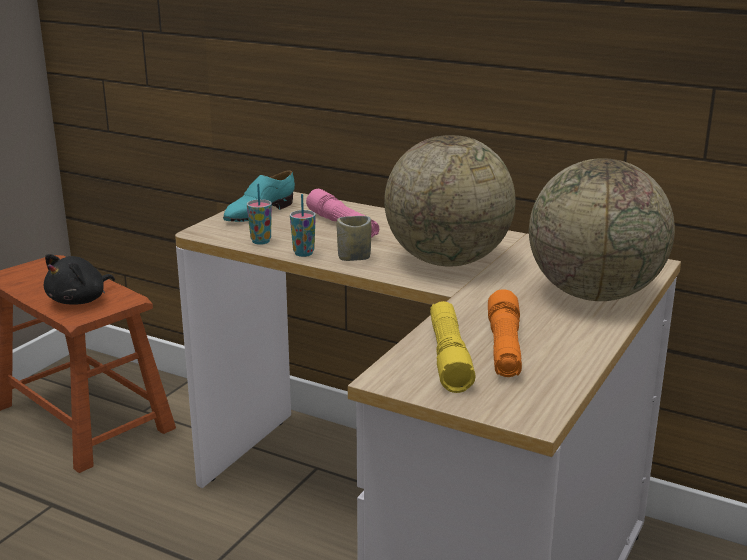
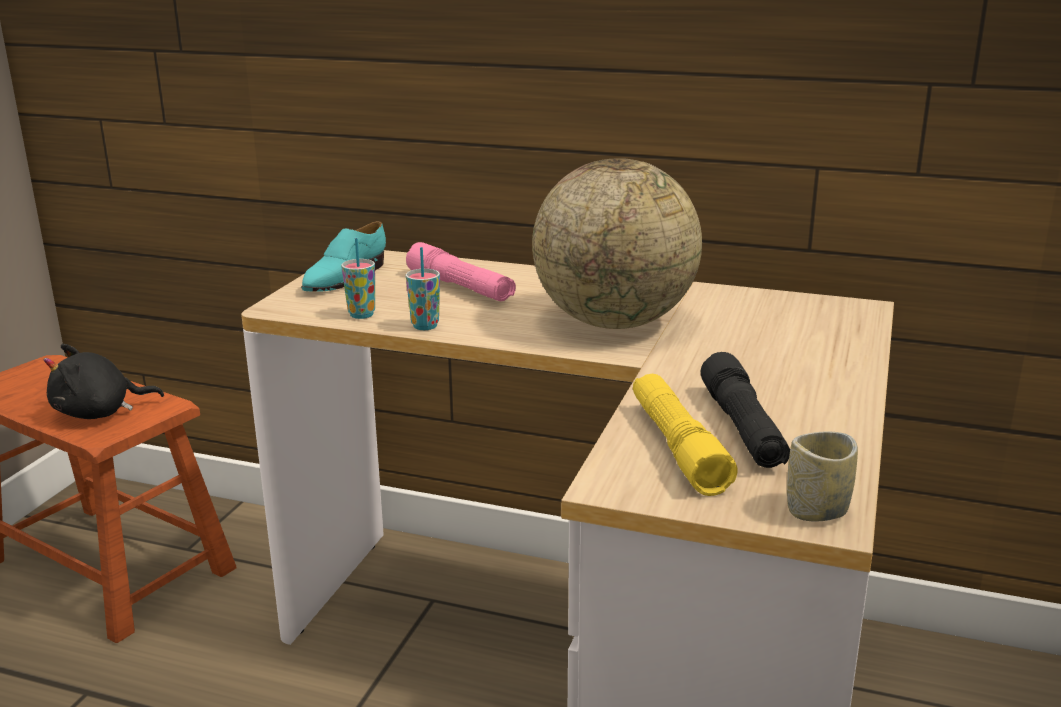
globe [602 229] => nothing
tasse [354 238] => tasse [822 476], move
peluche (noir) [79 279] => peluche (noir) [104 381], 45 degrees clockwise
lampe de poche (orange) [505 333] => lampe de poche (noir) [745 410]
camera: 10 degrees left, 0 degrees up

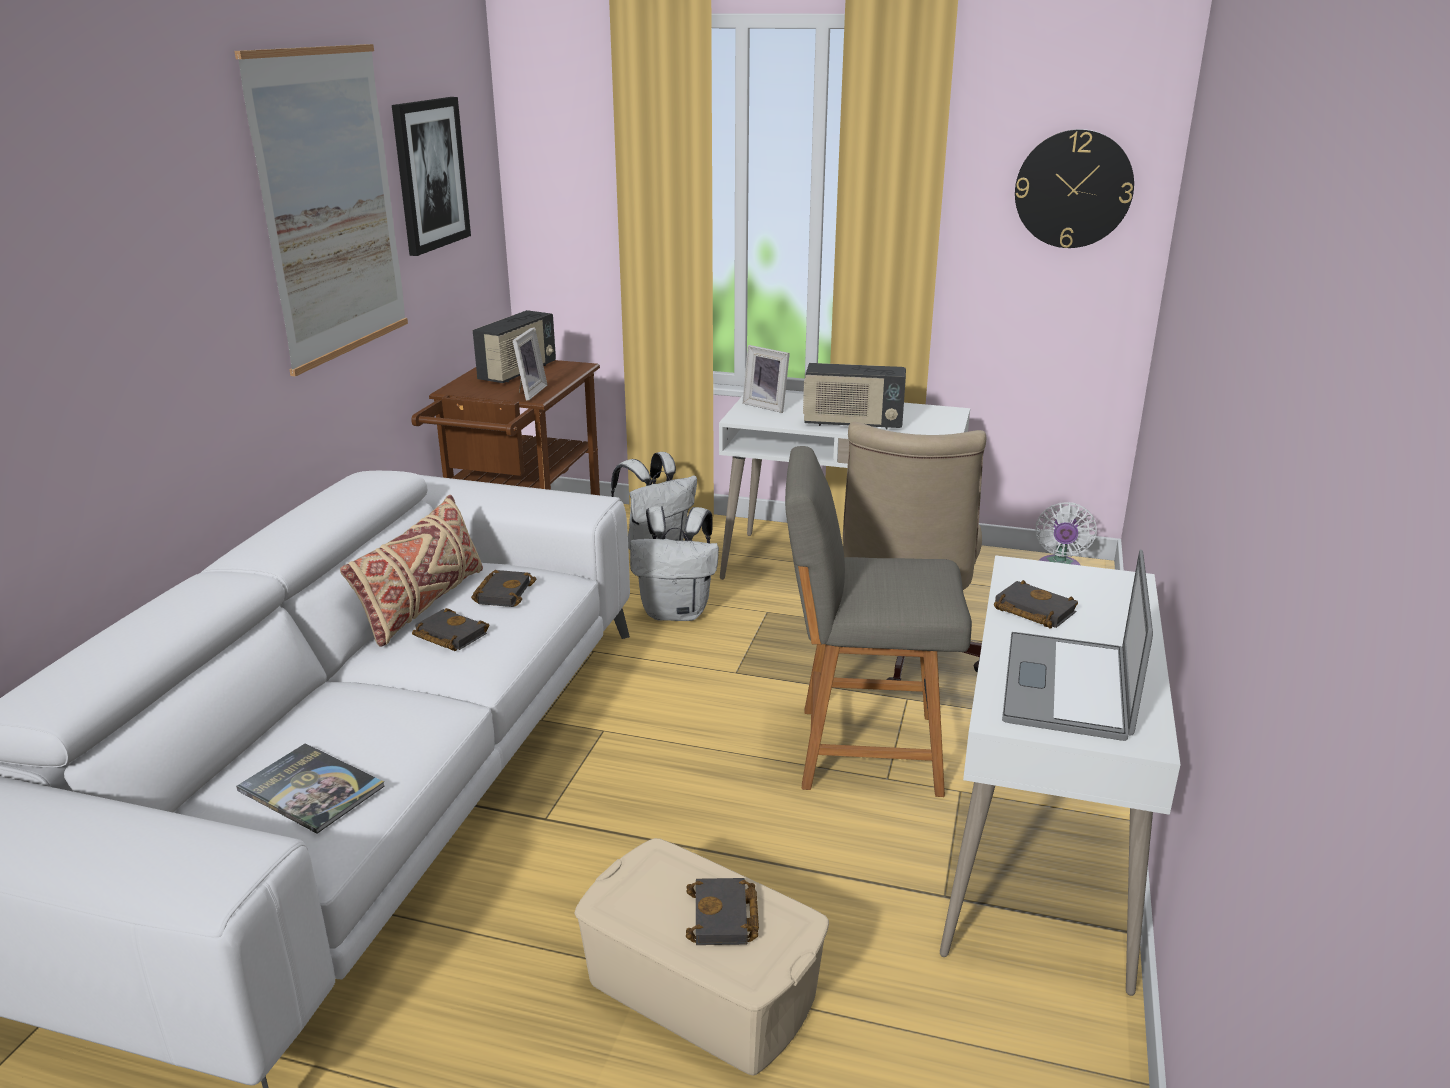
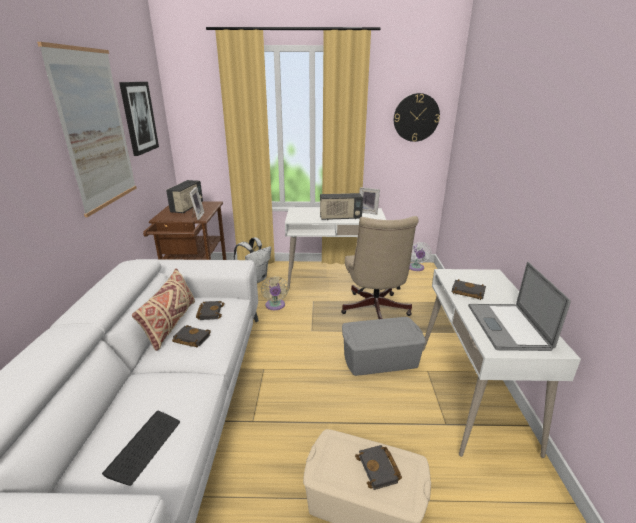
cadre photo [766 379] => cadre photo [369 201], move
chaise (gris) [878 621] => boîte de rangement (gris) [384 346]
sac à dos (blanc) [674 563] => ventilateur (beige) [275 293]
livre [310 788] => clavier [141 448]
camera: 15 degrees left, 0 degrees up

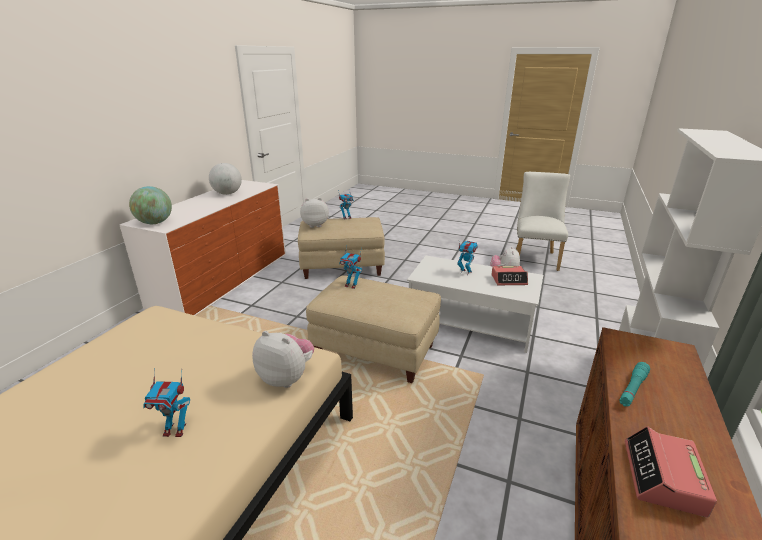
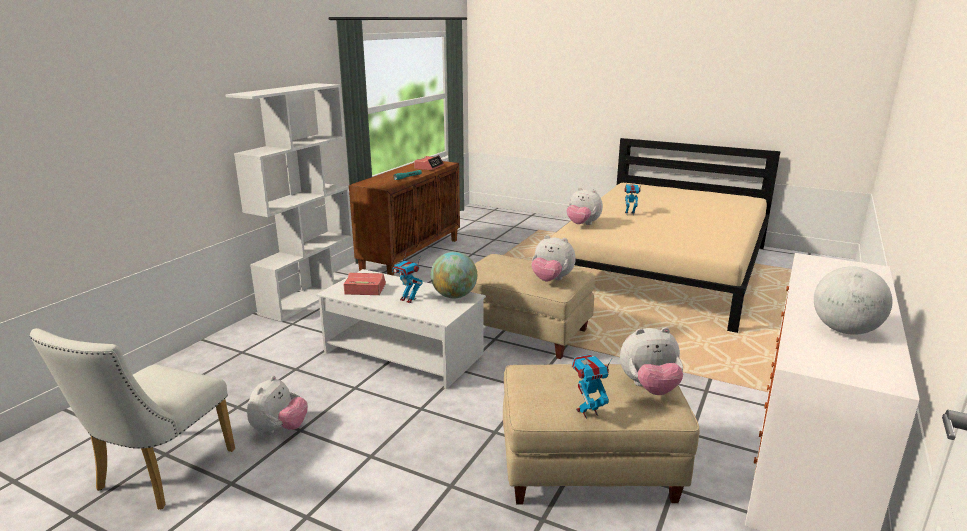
globe [150 205] => globe [454 275], move
robot jouet [350 267] => peluche [553 258]
camera: 175 degrees left, 5 degrees down

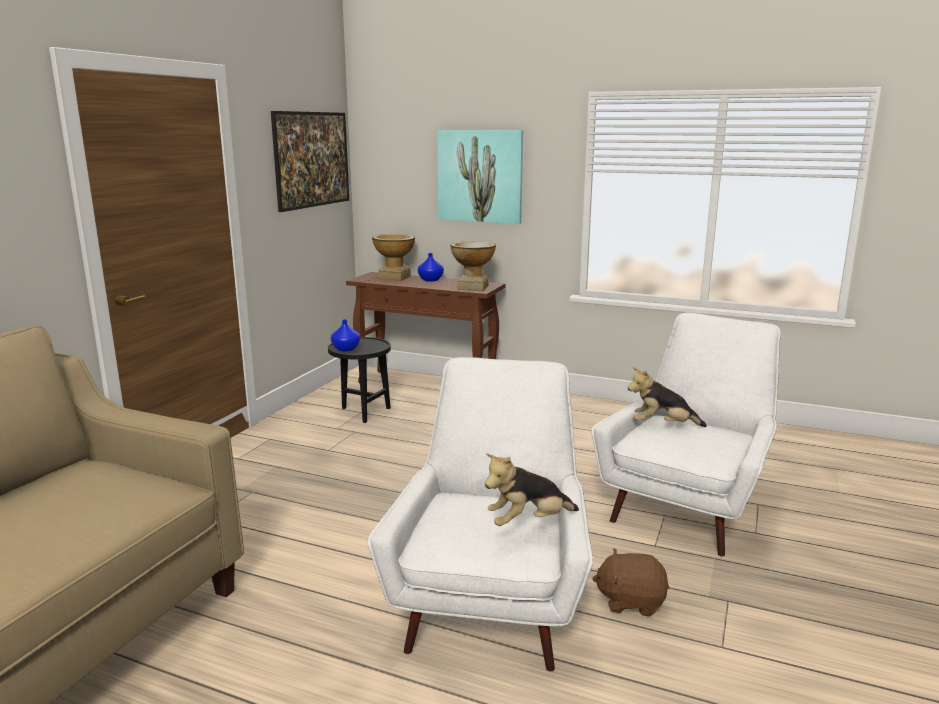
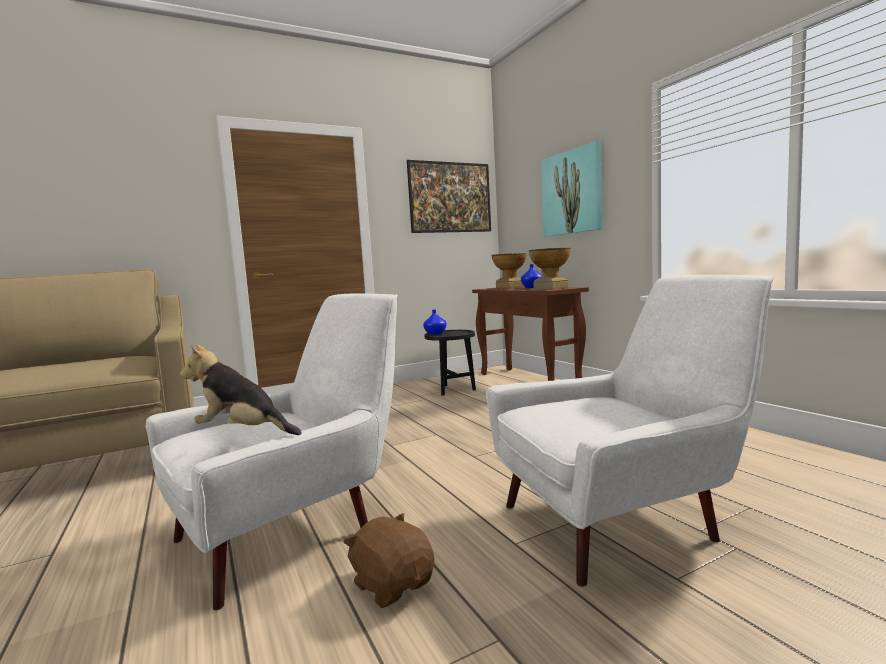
peluche [667 397] => nothing
camera: 40 degrees right, 10 degrees down

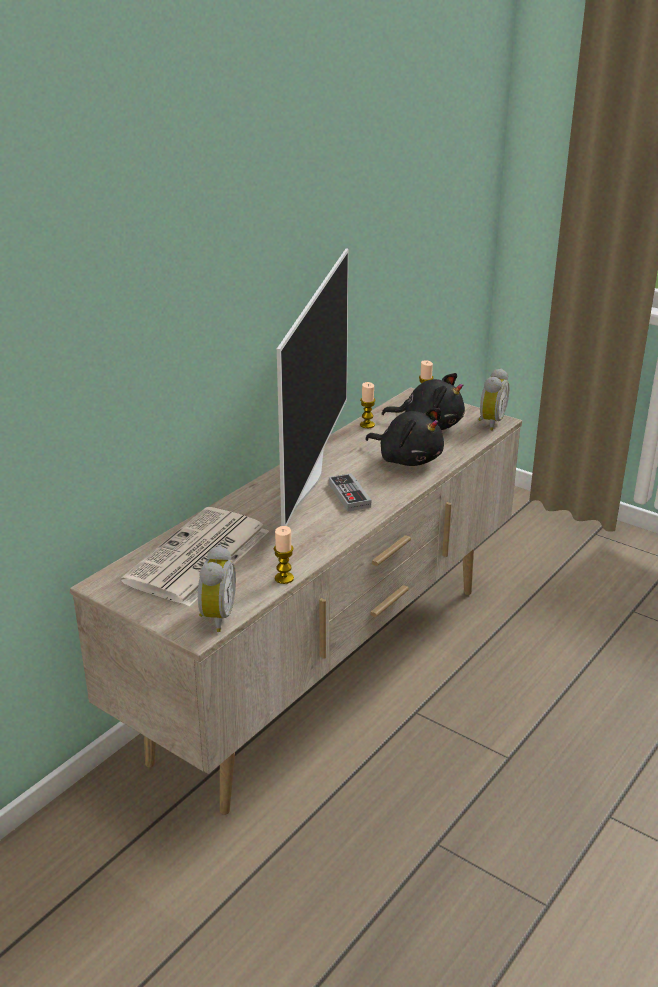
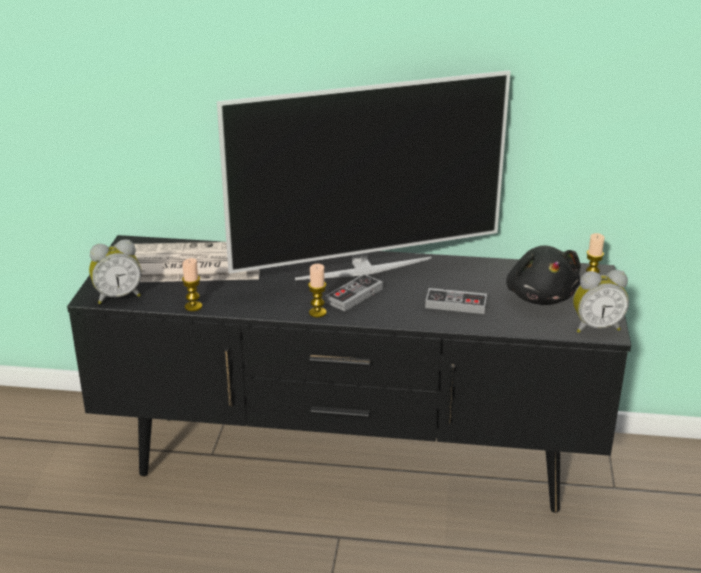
bougie [368 405] => bougie [317 291], move
meuble télé (beige) [296 601] => meuble télé (noir) [349 374]
peluche (noir) [404 437] => manette [456 301]
camera: 60 degrees right, 0 degrees up

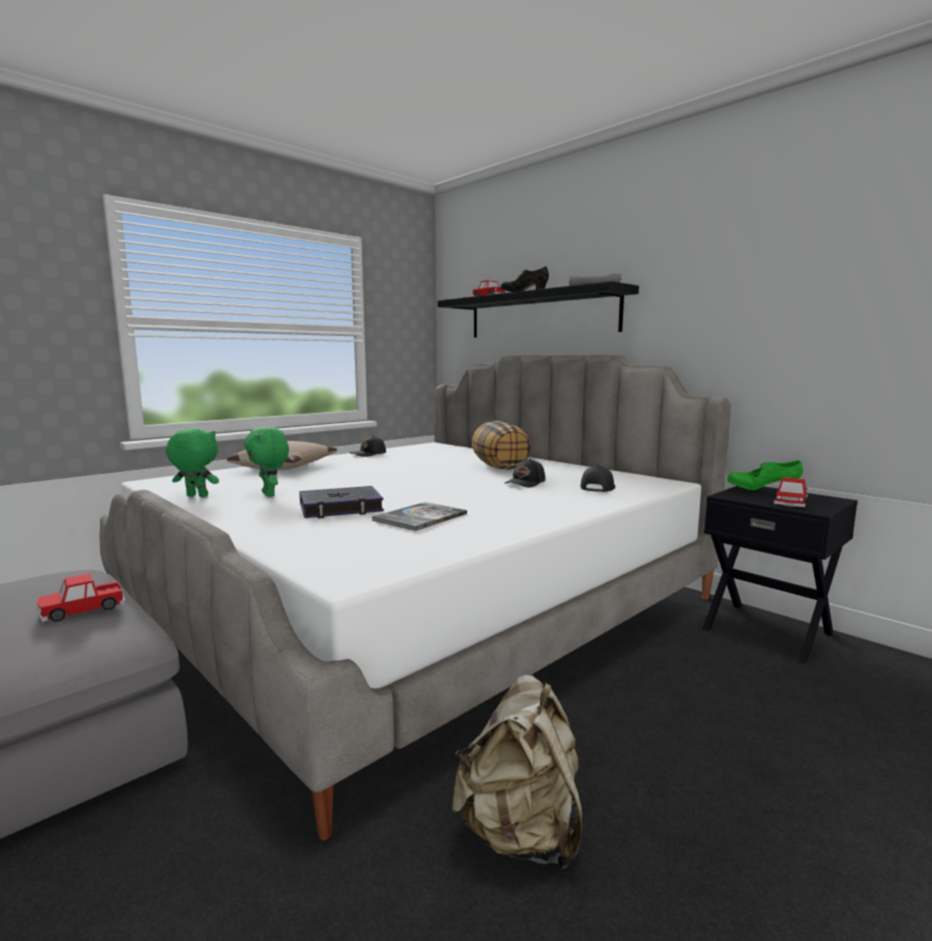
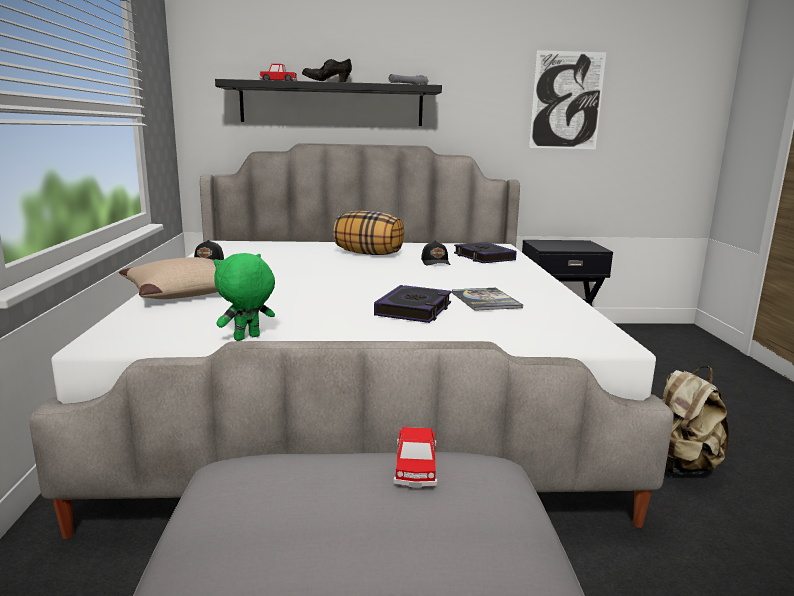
peluche (vert) [266 462] => nothing
chaussure (vert) [765 475] => nothing
casquette (noir) [598 478] => livre [485 252]
petite voiture [791 492] => nothing
nothing => tableau [567 99]
camera: 50 degrees left, 5 degrees up

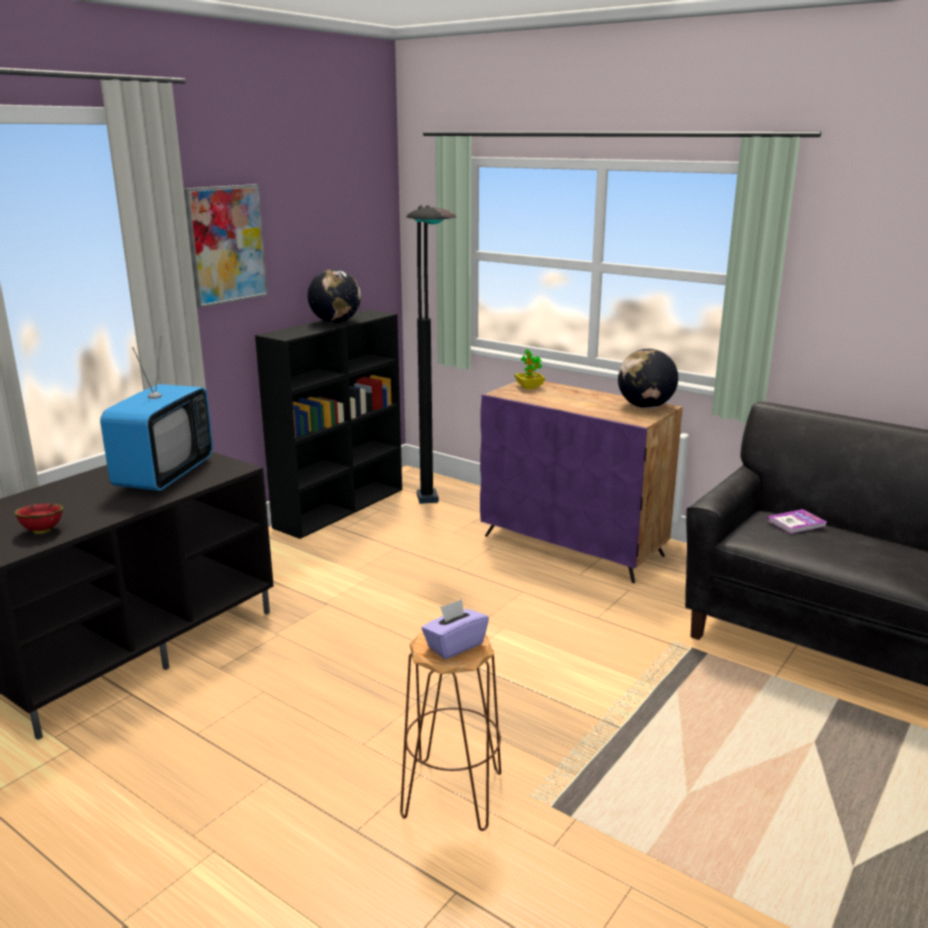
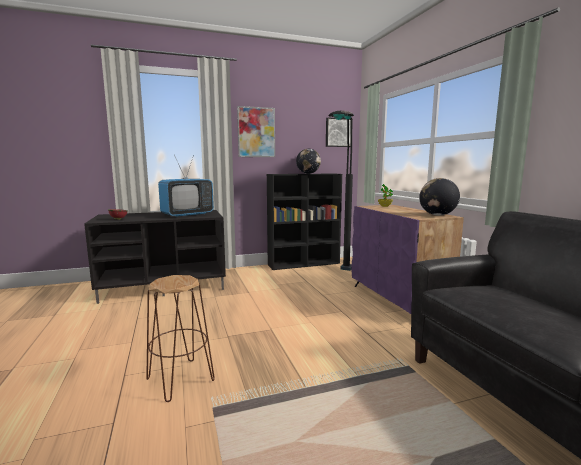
livre [797 521] => nothing
boîte à mouchoirs (violet) [455 629] => nothing
nothing => tableau [339 132]
camera: 35 degrees right, 10 degrees down

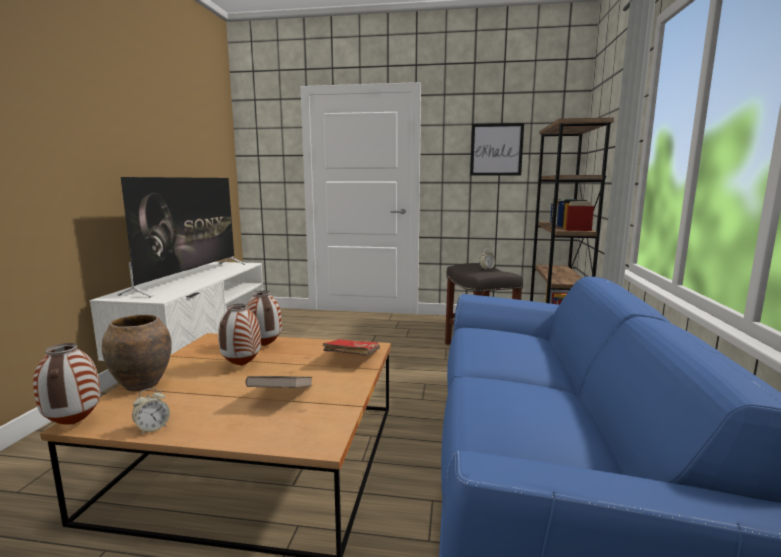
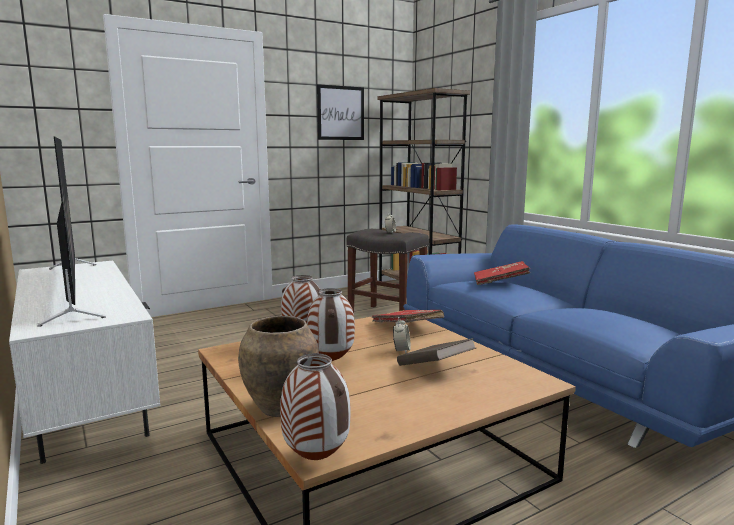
réveil [151 411] => réveil [402 335], move
nothing => livre (rouge) [502 273]
camera: 40 degrees left, 0 degrees up

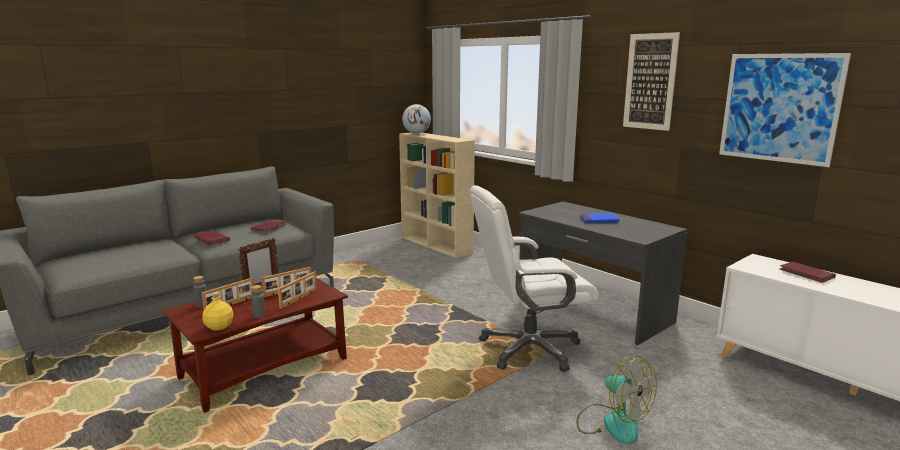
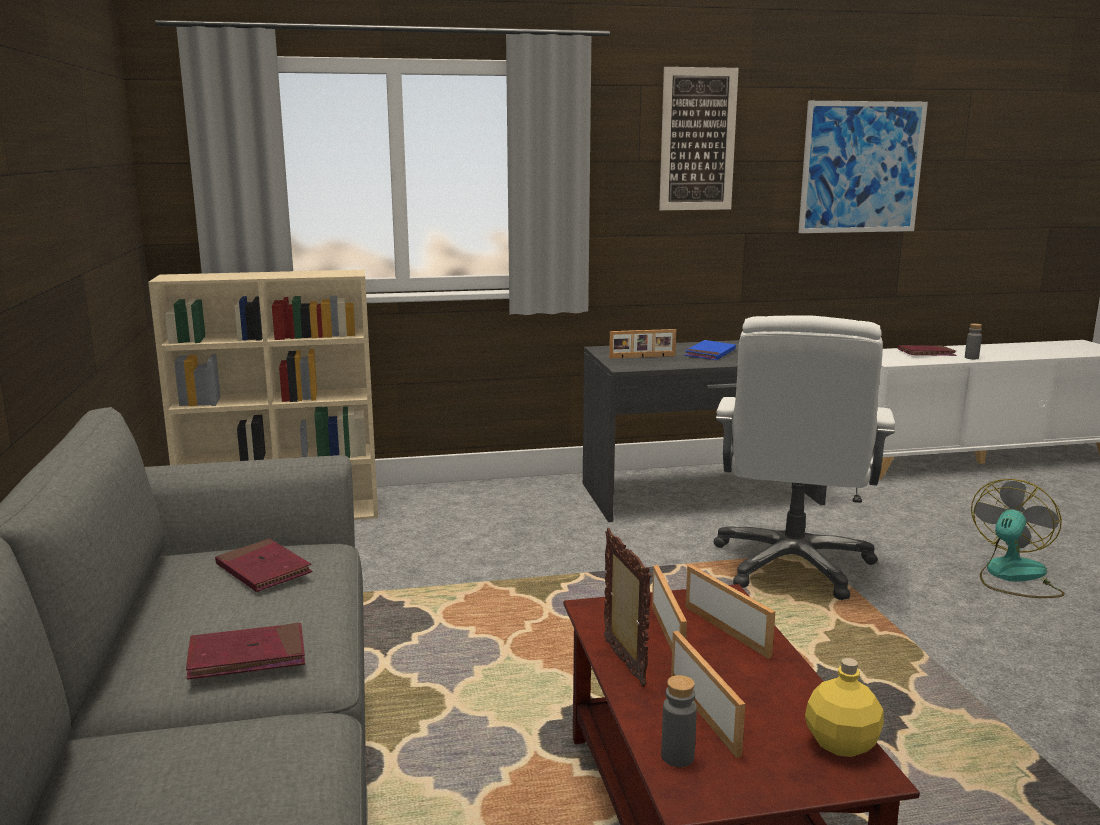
globe [416 119] => nothing
bouteille (gris) [258 301] => bouteille (gris) [973 341], move
ventilateur [616 400] => ventilateur [1018 538], 45 degrees counterclockwise
nothing => cadre photo [642 344]
camera: 60 degrees left, 0 degrees up

